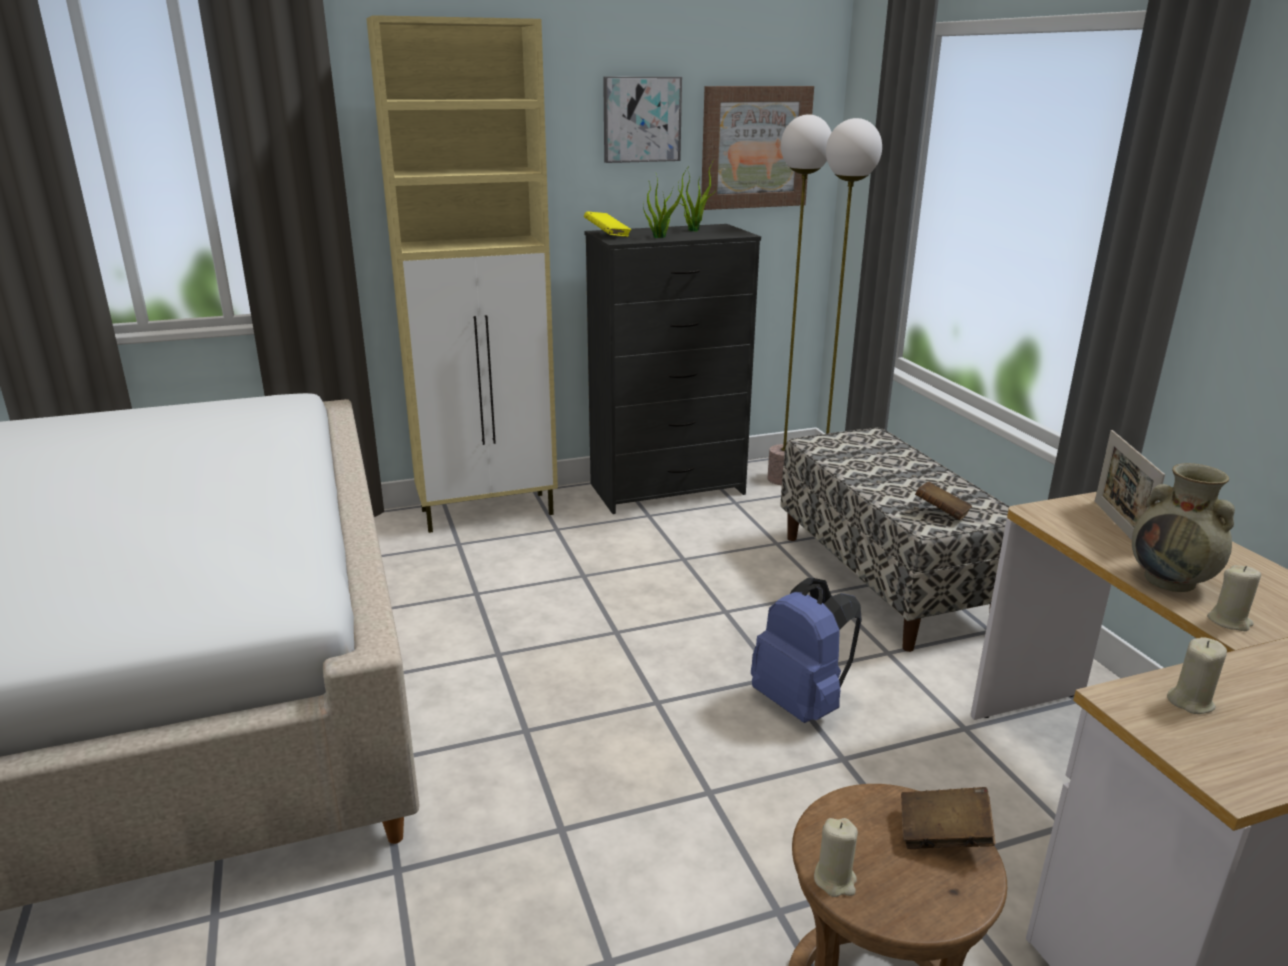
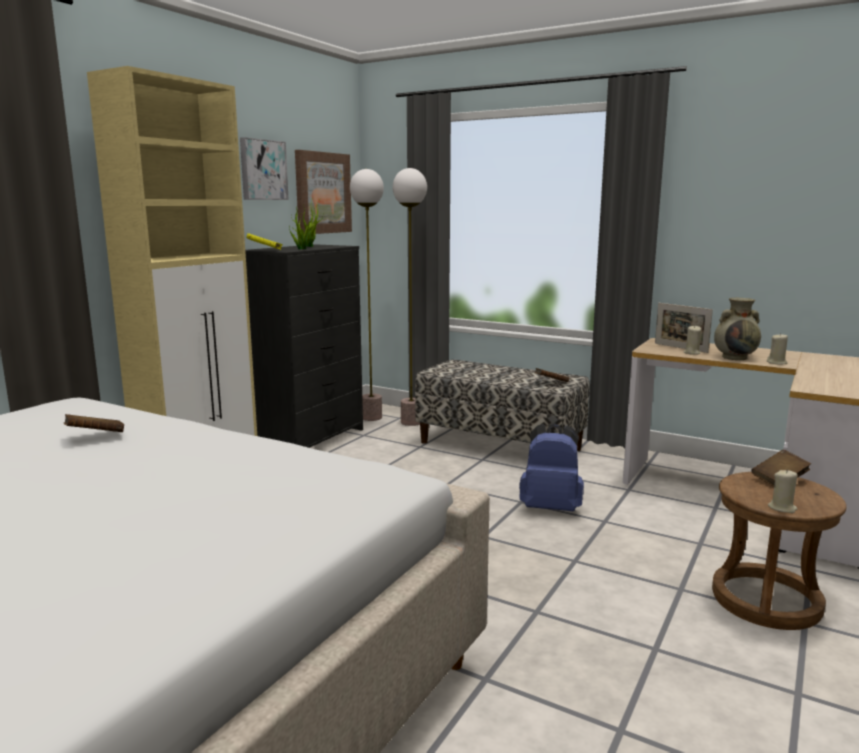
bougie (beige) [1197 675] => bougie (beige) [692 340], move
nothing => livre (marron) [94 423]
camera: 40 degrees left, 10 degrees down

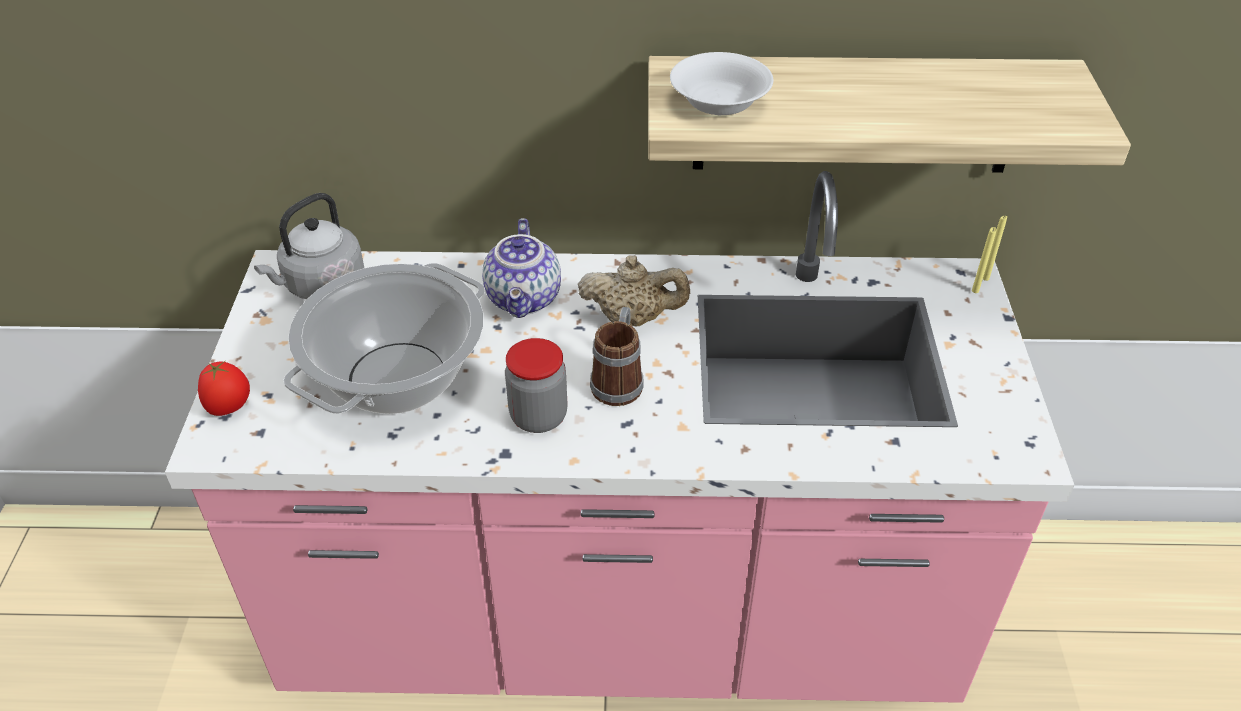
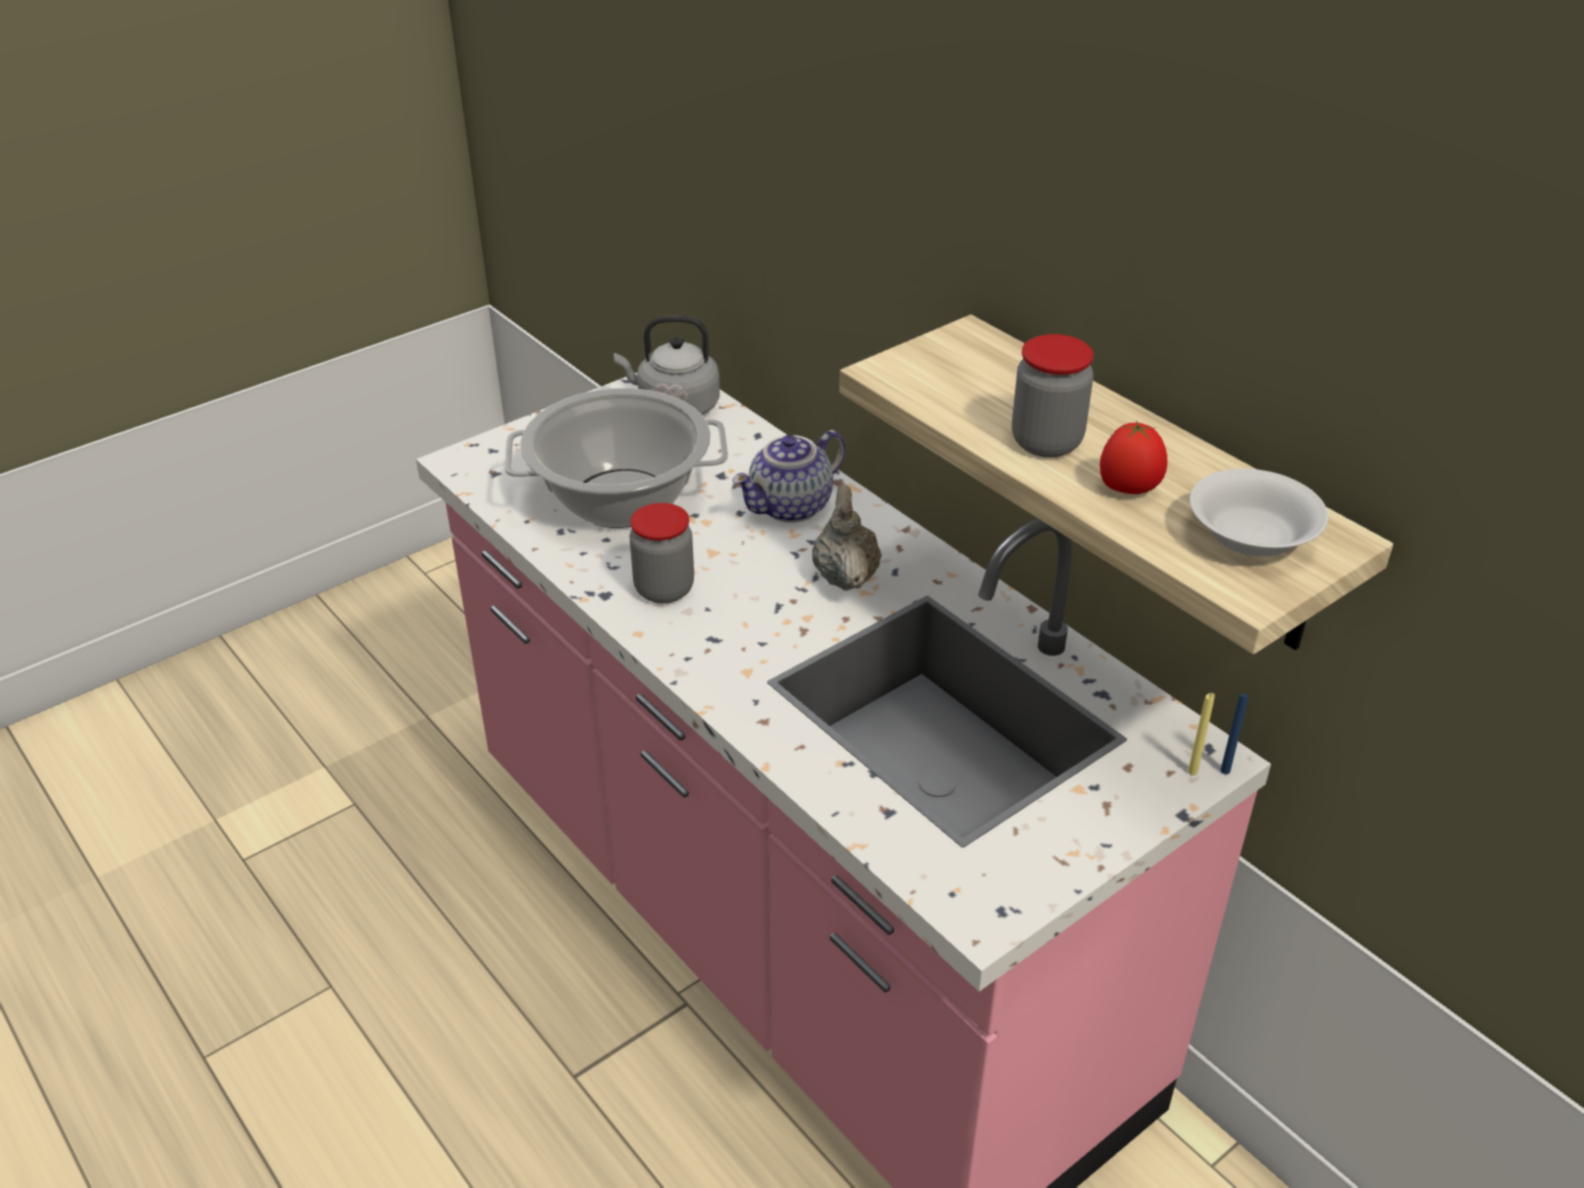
bol (blanc) [721 83] => bol (blanc) [1258 513], move
bougie (jaune) [995 248] => bougie (bleu) [1235 733]
théière (beige) [634 291] => théière (beige) [847 538], 150 degrees counterclockwise
mug [617 356] => nothing
tomate [224 388] => tomate [1134 457], move
nothing => bocal [1053 395]
camera: 50 degrees right, 5 degrees down

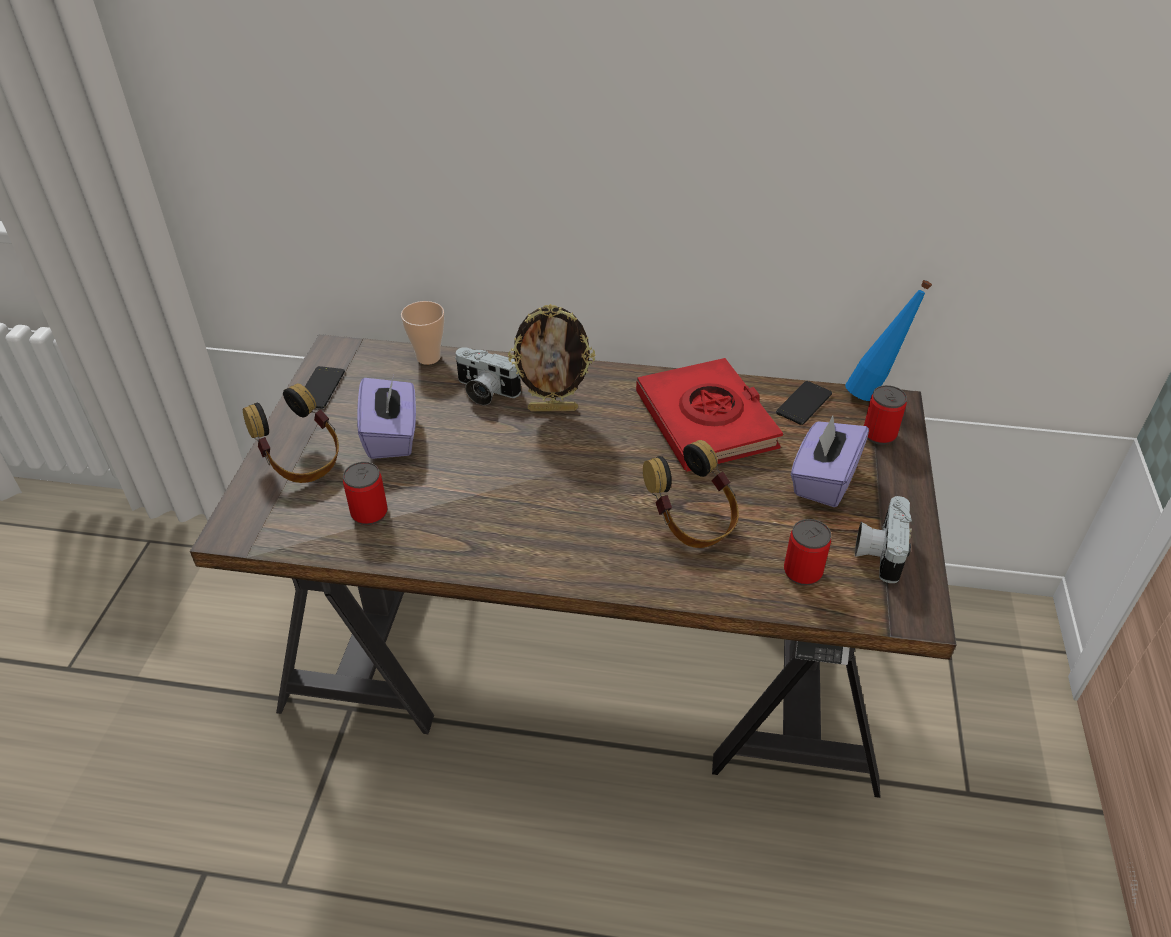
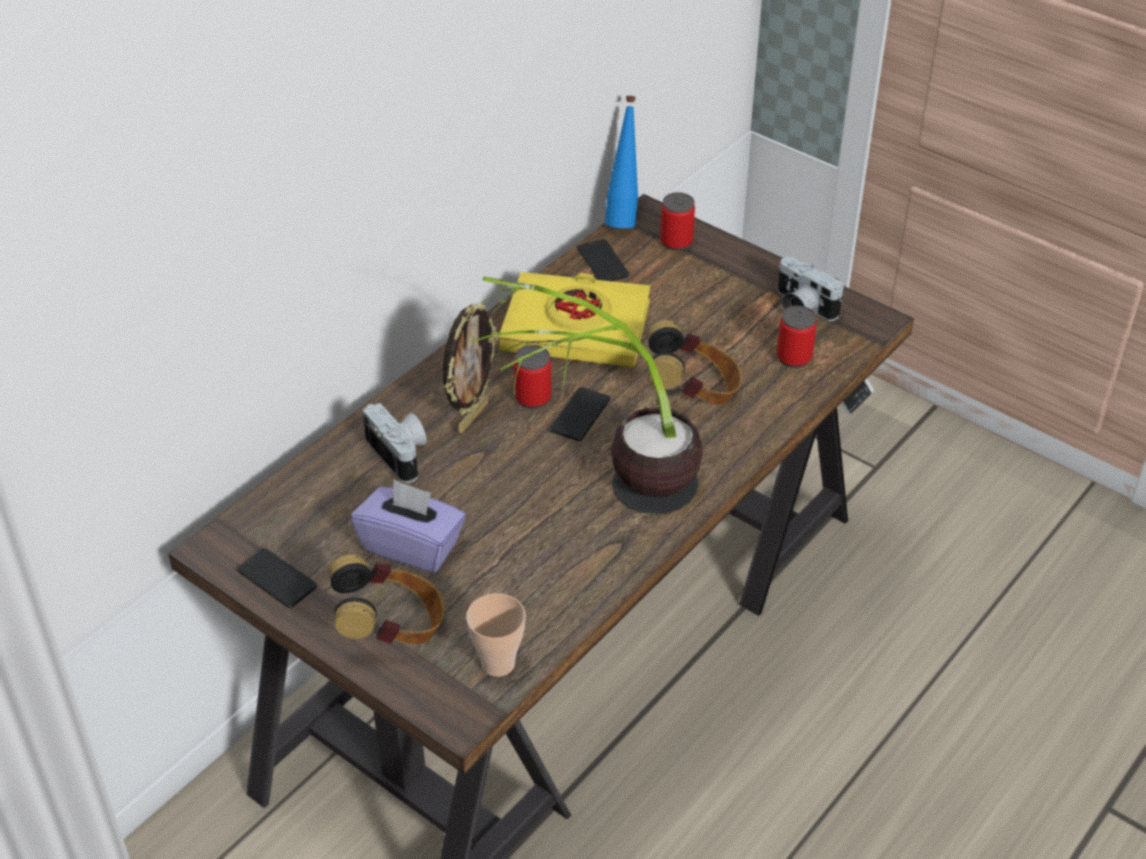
tasse [422 333] => tasse [496 635], move
appareil photo [488 376] => appareil photo [395 443], 90 degrees counterclockwise
livre (rouge) [709 415] => livre (jaune) [574 319]
boîte à mouchoirs (violet) [830 461] => nothing
boîte métallique [365 493] => boîte métallique [533 377], move
nothing => plante en pot [586 395]
nothing => téléphone [580 414]
camera: 60 degrees left, 0 degrees up

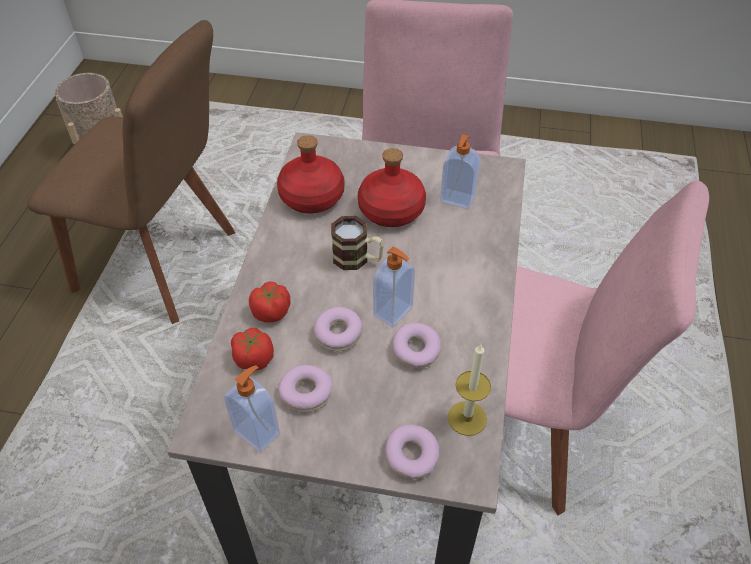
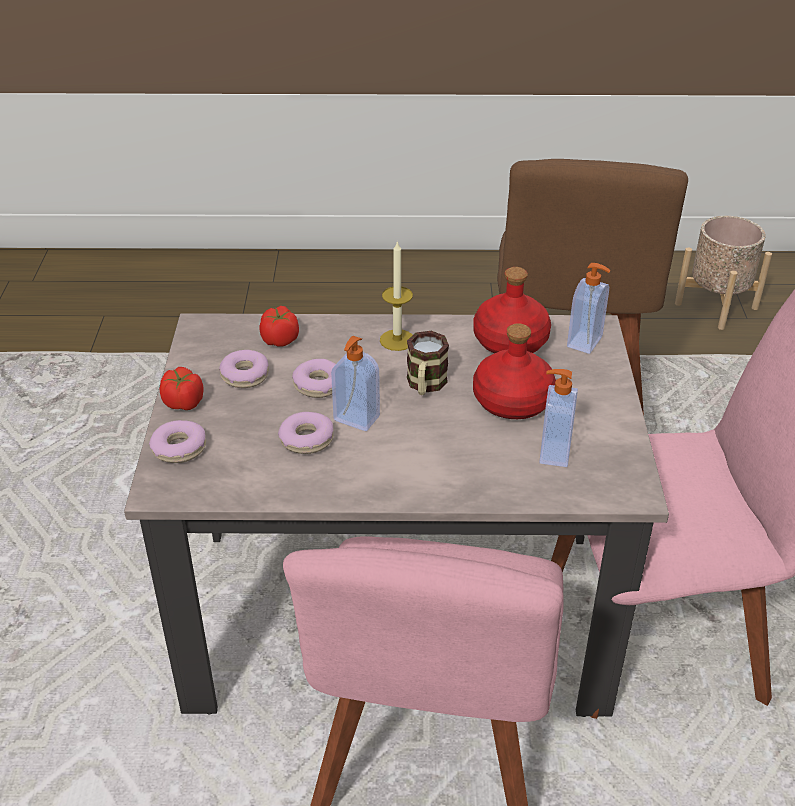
tomate [269 302] => tomate [182 388], move
bougie [469 390] => bougie [396 295], move
distributeur de savon [252 409] => distributeur de savon [588 308], move
camera: 80 degrees right, 10 degrees down

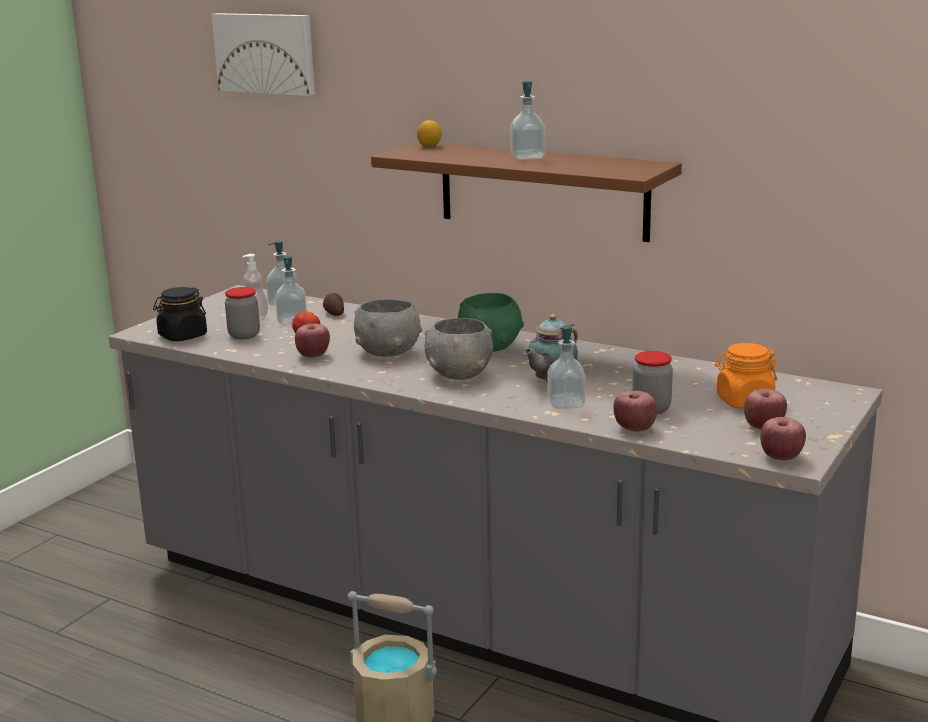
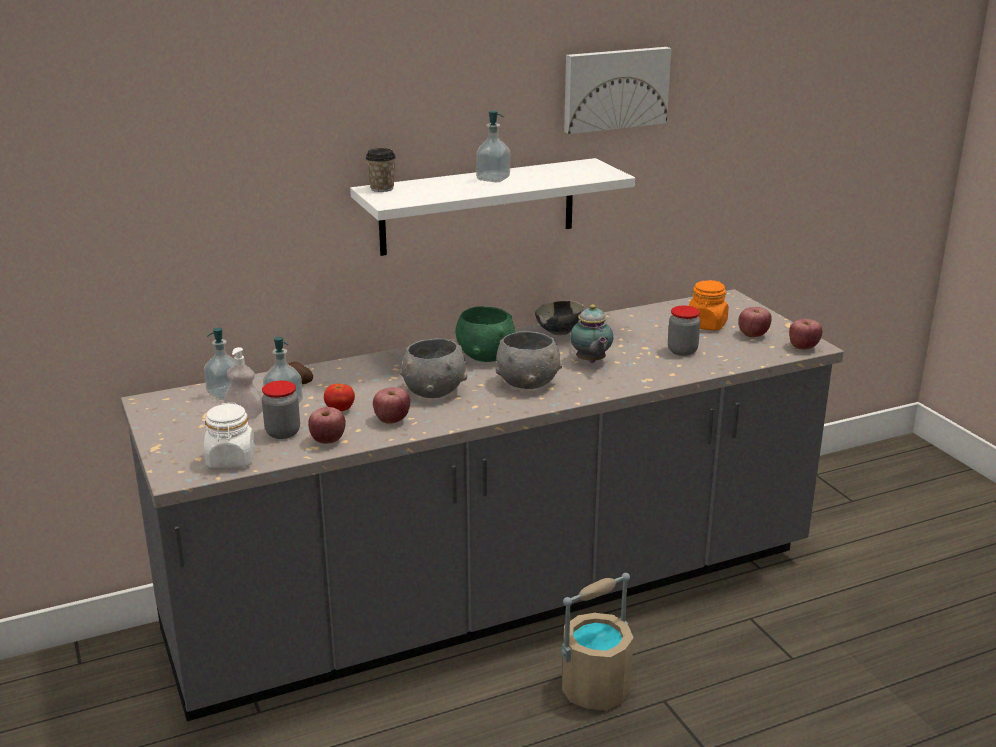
tableau [263 54] => tableau [618 90], move
citron [429 133] => tasse [381 170]
étagère (marron) [526 192] => étagère (blanc) [492 207]
bocal (noir) [180 314] => bocal (blanc) [229 435]
distributeur de savon [567 367] => nothing
pomme [635 411] => pomme [327 425], move
nothing => bol [560 317]
camera: 55 degrees left, 5 degrees up

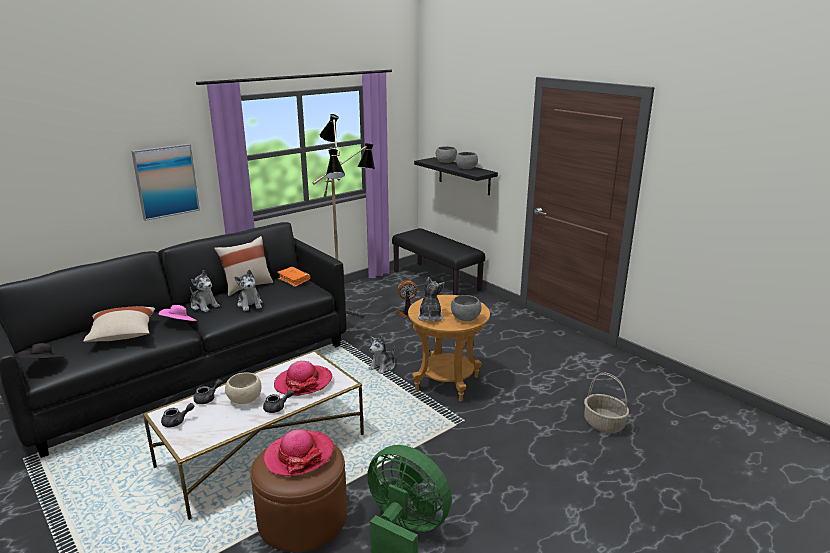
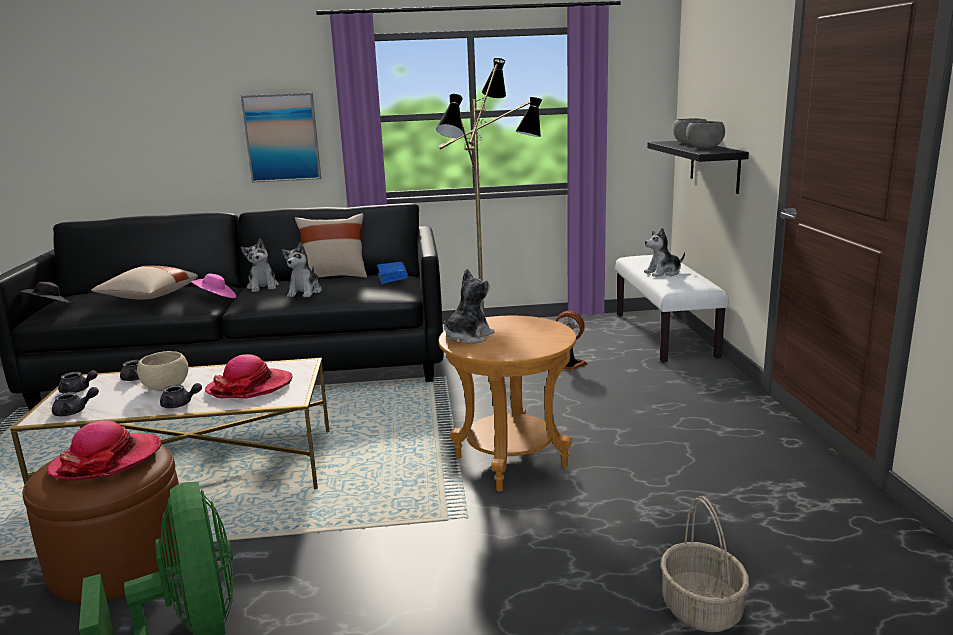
banc (noir) [438 261] => banc (blanc) [671 308]
livre (orange) [293 277] => livre (bleu) [392 273]
bol (gris) [466 308] => nothing
peluche [381 355] => peluche [664 252], move
nothing => théière (gris) [75 401]
camera: 35 degrees right, 5 degrees down

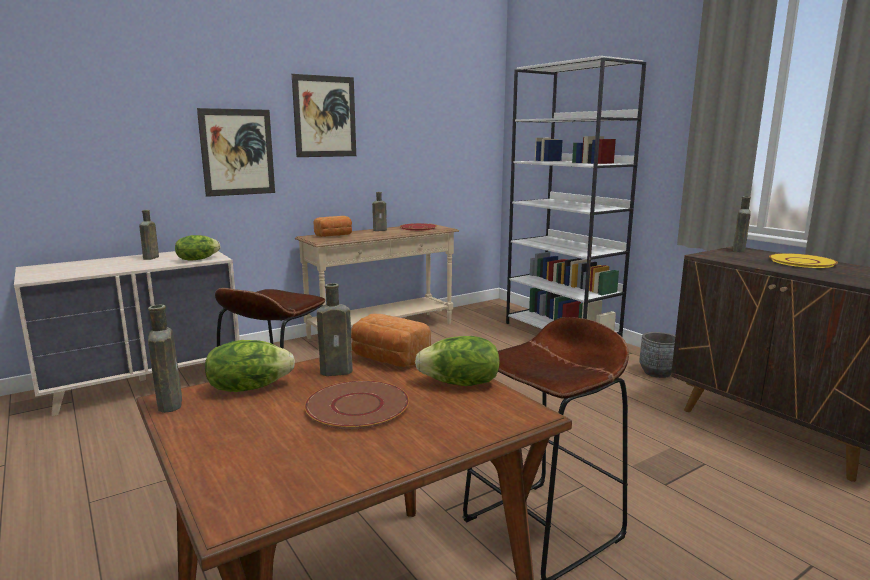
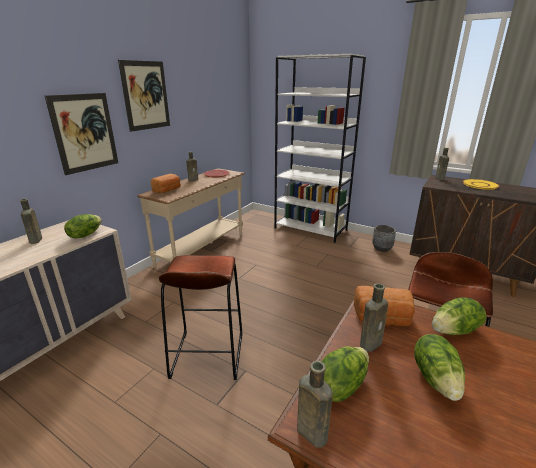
assiette (marron) [356 404] => laitue [439 367]
camera: 25 degrees left, 10 degrees up

